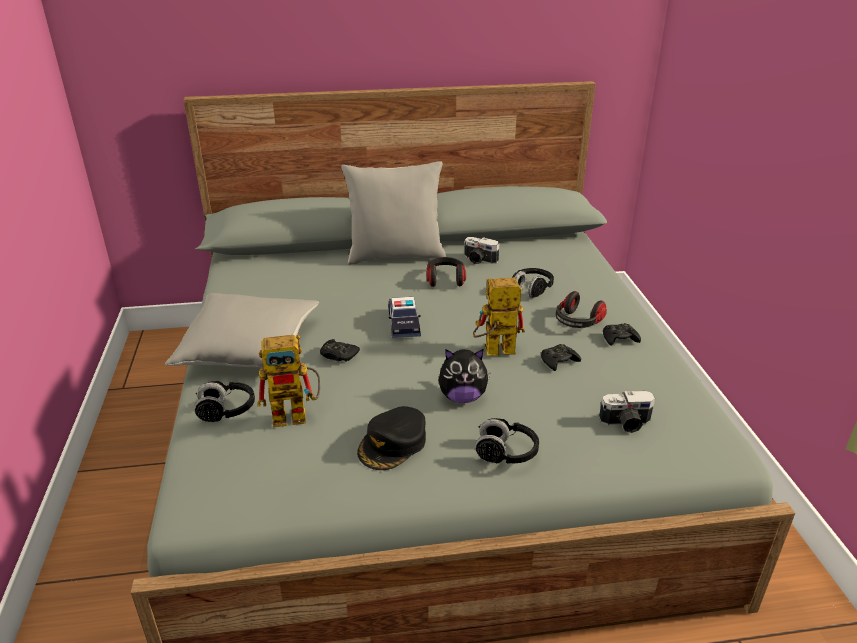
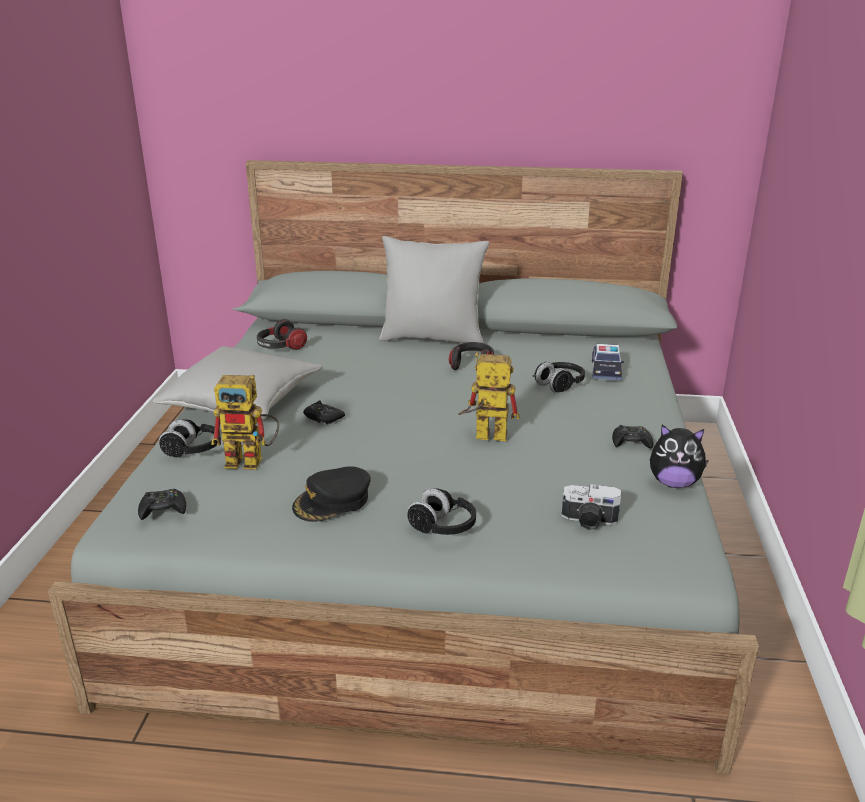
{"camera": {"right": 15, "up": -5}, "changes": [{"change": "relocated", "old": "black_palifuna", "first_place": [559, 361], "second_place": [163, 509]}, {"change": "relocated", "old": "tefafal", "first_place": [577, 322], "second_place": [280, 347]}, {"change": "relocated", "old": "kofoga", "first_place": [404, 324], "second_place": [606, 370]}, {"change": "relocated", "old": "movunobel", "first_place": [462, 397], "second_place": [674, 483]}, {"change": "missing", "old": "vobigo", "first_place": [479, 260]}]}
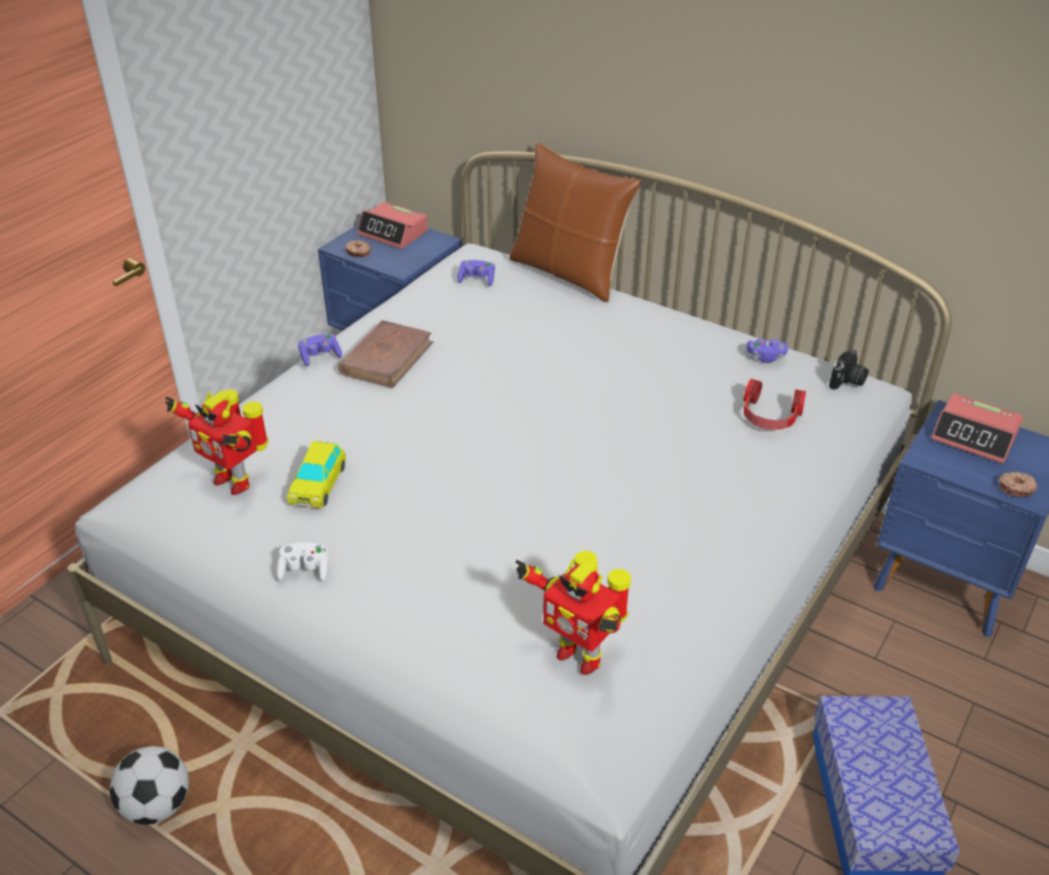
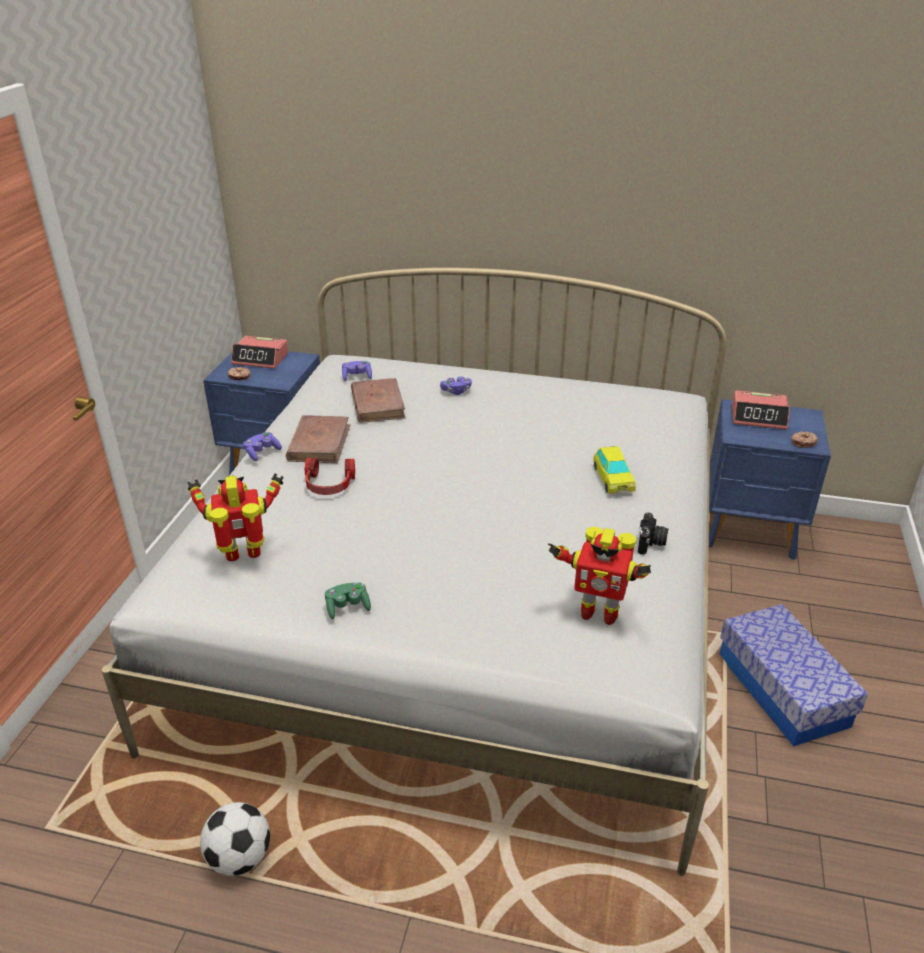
{"camera": {"right": -20, "up": -5}, "changes": [{"change": "spun", "old": "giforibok", "first_place": [233, 480], "second_place": [245, 556], "degrees": 150}, {"change": "relocated", "old": "tefafal", "first_place": [769, 417], "second_place": [329, 485]}, {"change": "colour", "old": "white_palifuna", "new": "green_palifuna", "first_place": [305, 570], "second_place": [347, 607]}, {"change": "appeared", "new": "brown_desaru", "second_place": [377, 404]}, {"change": "relocated", "old": "purple_palifuna", "first_place": [765, 357], "second_place": [456, 391]}, {"change": "relocated", "old": "kofoga", "first_place": [318, 485], "second_place": [613, 479]}, {"change": "relocated", "old": "vobigo", "first_place": [847, 381], "second_place": [651, 543]}, {"change": "missing", "old": "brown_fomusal", "first_place": [569, 273]}]}
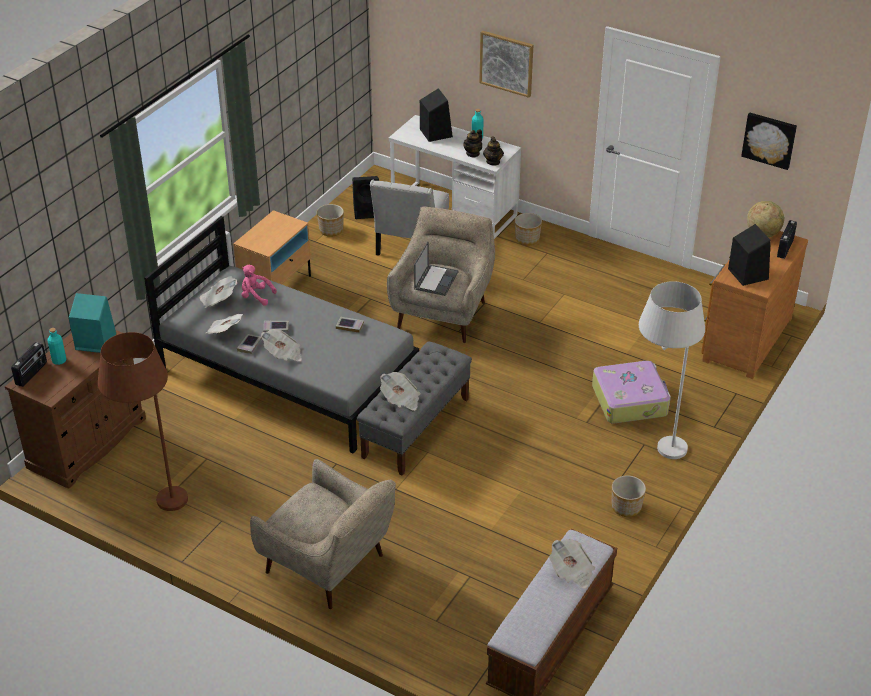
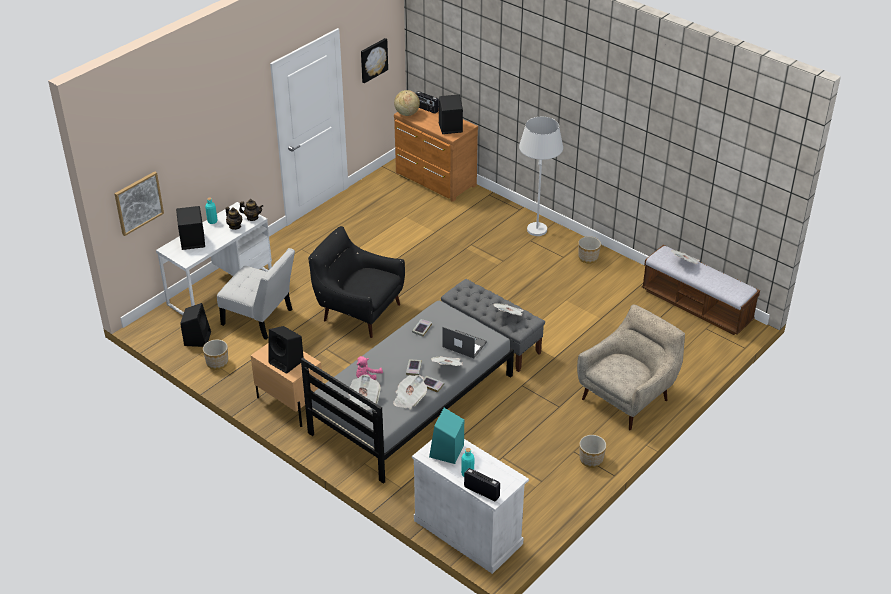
{"camera": {"right": -80, "up": 0}, "changes": [{"change": "relocated", "old": "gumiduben", "first_place": [506, 63], "second_place": [138, 203]}, {"change": "appeared", "new": "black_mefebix", "second_place": [287, 362]}, {"change": "colour", "old": "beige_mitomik", "new": "black_mitomik", "first_place": [443, 312], "second_place": [358, 311]}, {"change": "colour", "old": "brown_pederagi", "new": "white_pederagi", "first_place": [87, 443], "second_place": [468, 532]}, {"change": "relocated", "old": "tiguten", "first_place": [436, 280], "second_place": [464, 344]}, {"change": "relocated", "old": "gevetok", "first_place": [527, 239], "second_place": [591, 460]}, {"change": "missing", "old": "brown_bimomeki", "first_place": [154, 503]}, {"change": "missing", "old": "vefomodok", "first_place": [630, 400]}]}
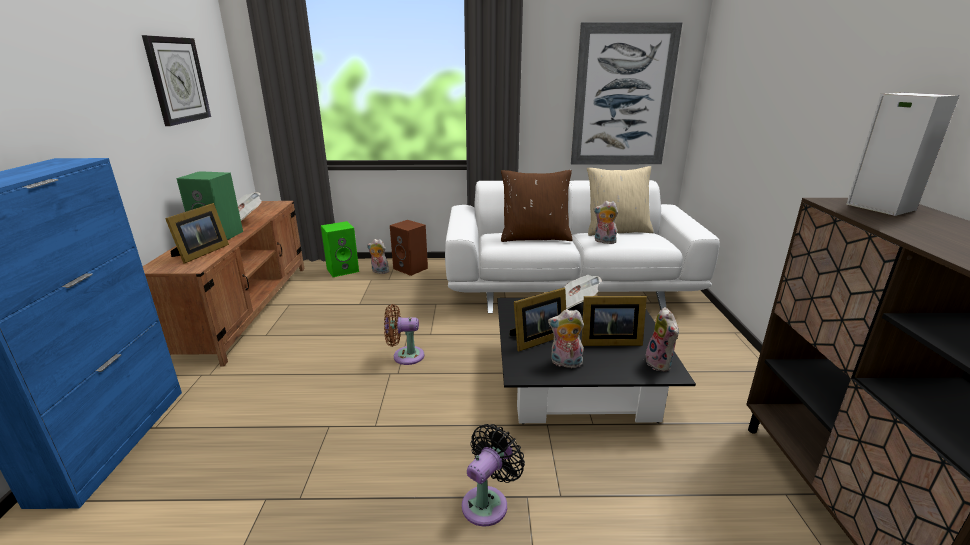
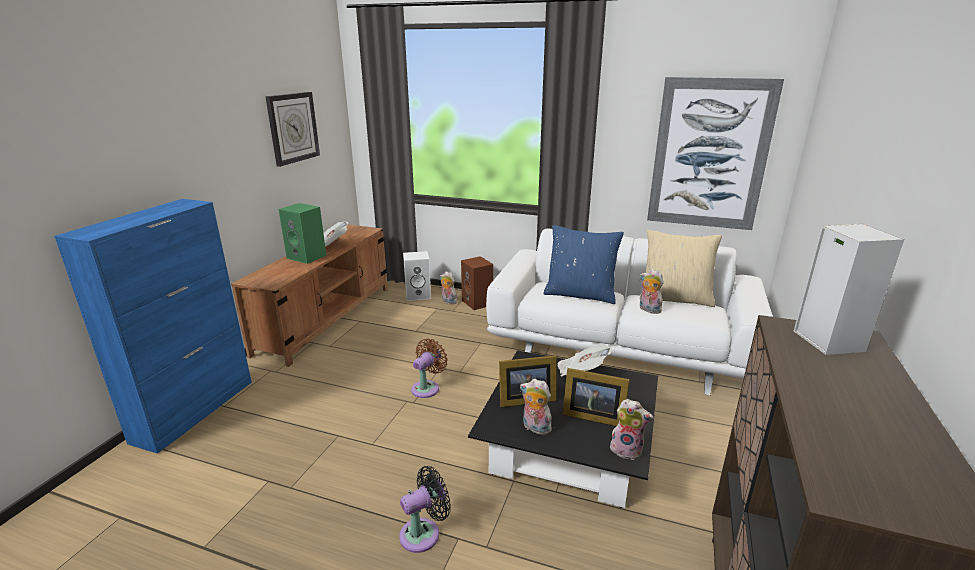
{"camera": {"right": 20, "up": 0}, "changes": [{"change": "colour", "old": "green_mefebix", "new": "white_mefebix", "first_place": [343, 270], "second_place": [419, 295]}, {"change": "spun", "old": "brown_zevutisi", "first_place": [405, 356], "second_place": [427, 388], "degrees": 105}, {"change": "colour", "old": "brown_fomusal", "new": "blue_fomusal", "first_place": [535, 237], "second_place": [580, 294]}, {"change": "spun", "old": "movunobel", "first_place": [660, 363], "second_place": [627, 450], "degrees": -75}, {"change": "missing", "old": "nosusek", "first_place": [200, 253]}]}
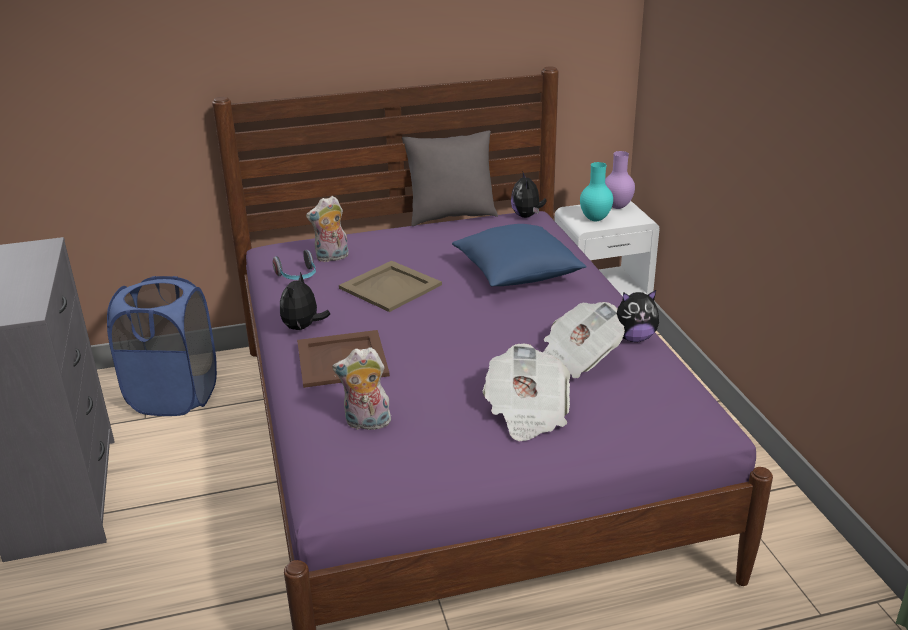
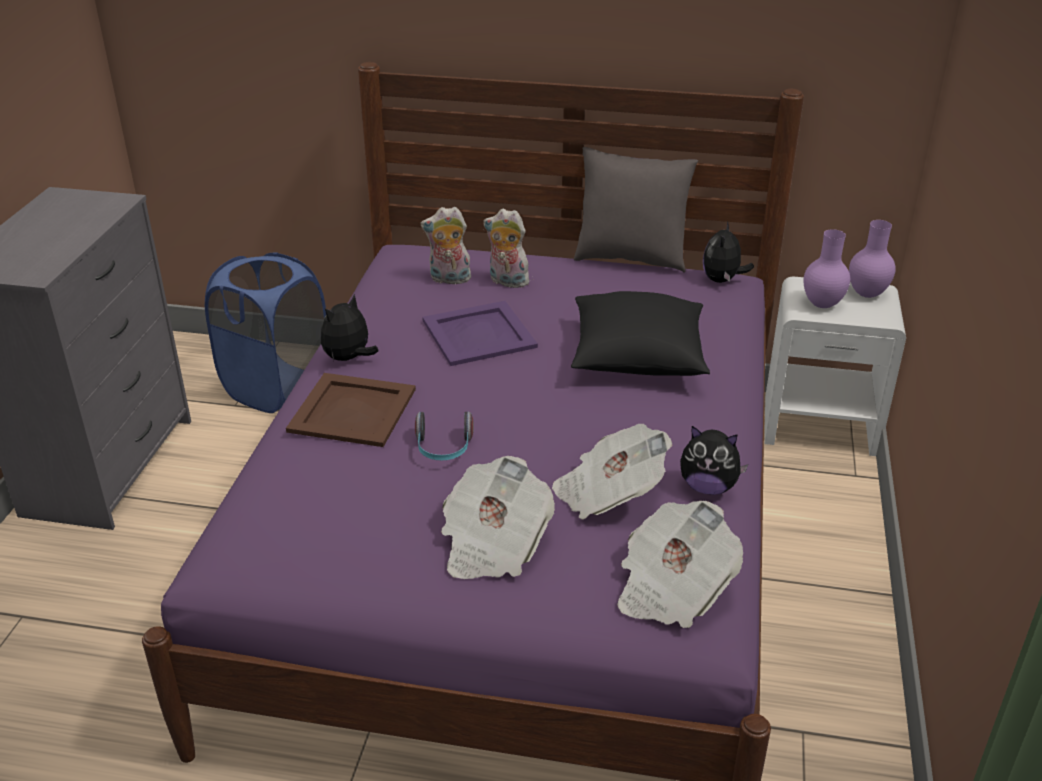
{"camera": {"right": 25, "up": 5}, "changes": [{"change": "relocated", "old": "tefafal", "first_place": [298, 276], "second_place": [443, 449]}, {"change": "colour", "old": "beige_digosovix", "new": "purple_digosovix", "first_place": [390, 287], "second_place": [478, 334]}, {"change": "relocated", "old": "movunobel", "first_place": [366, 424], "second_place": [506, 282]}, {"change": "colour", "old": "blue_fomusal", "new": "black_fomusal", "first_place": [517, 275], "second_place": [637, 359]}, {"change": "appeared", "new": "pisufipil", "second_place": [672, 588]}, {"change": "colour", "old": "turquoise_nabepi", "new": "purple_nabepi", "first_place": [595, 219], "second_place": [821, 305]}]}
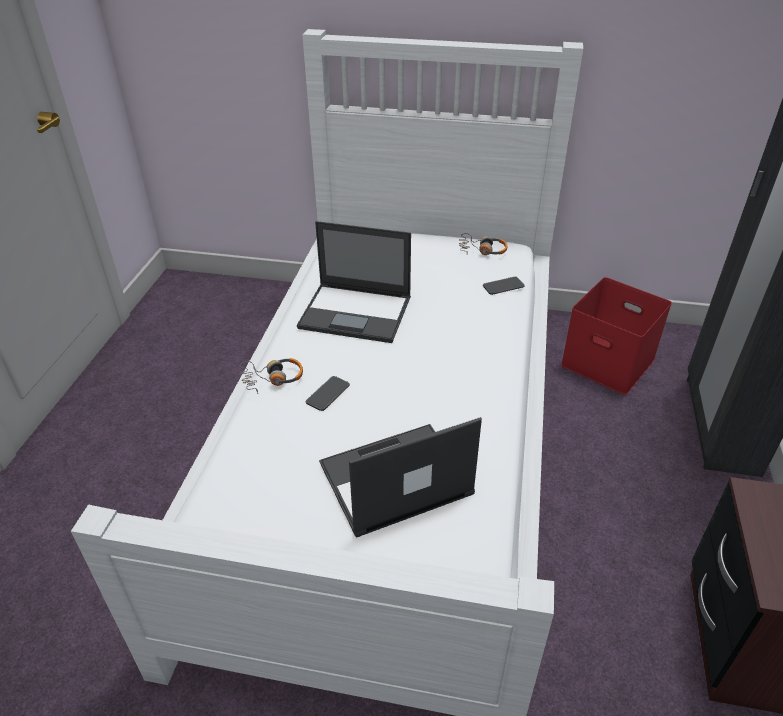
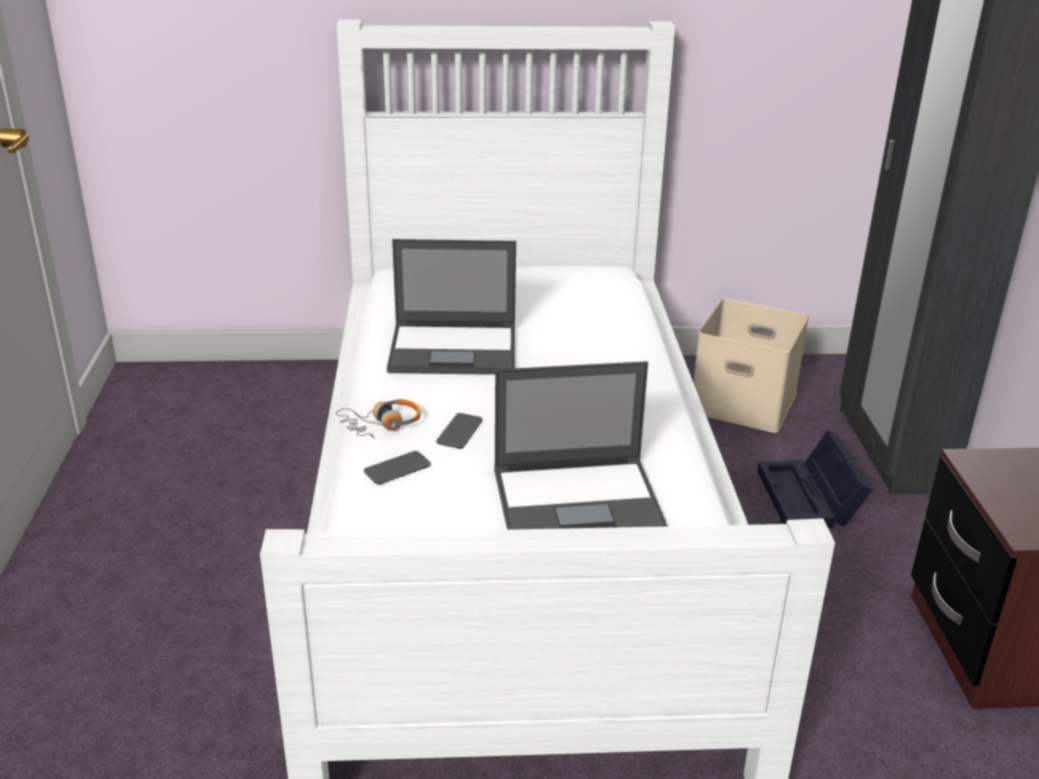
{"camera": {"right": -15, "up": -10}, "changes": [{"change": "relocated", "old": "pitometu", "first_place": [503, 286], "second_place": [397, 469]}, {"change": "spun", "old": "tiguten", "first_place": [393, 479], "second_place": [579, 501], "degrees": -150}, {"change": "colour", "old": "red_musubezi", "new": "beige_musubezi", "first_place": [610, 362], "second_place": [746, 402]}, {"change": "appeared", "new": "black_musubezi", "second_place": [810, 499]}, {"change": "missing", "old": "tefafal", "first_place": [482, 250]}]}
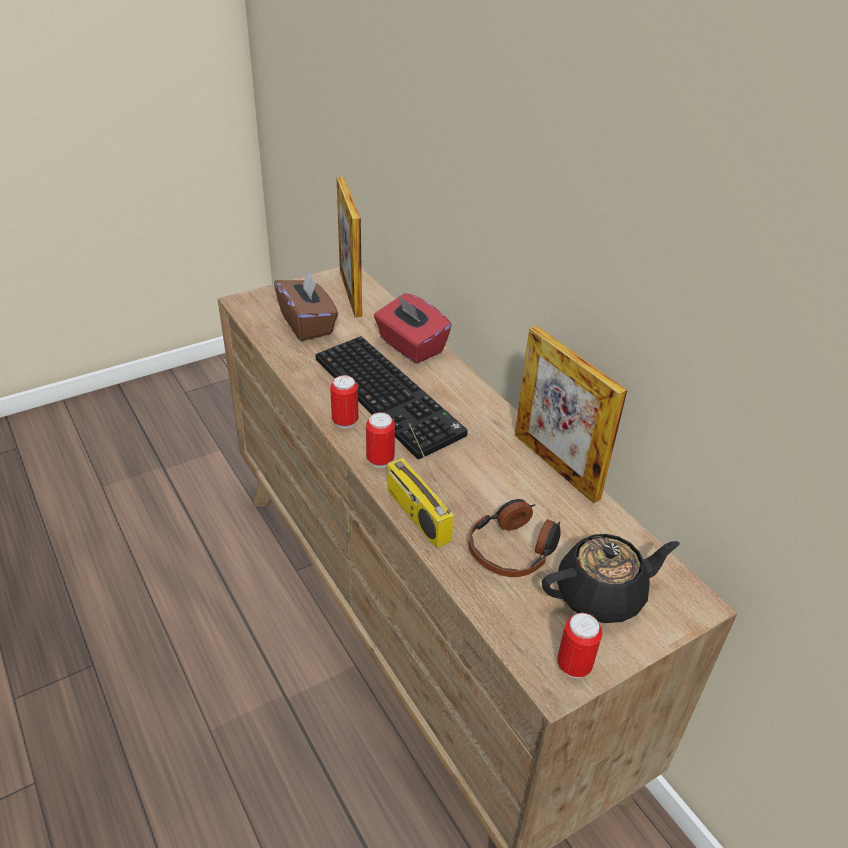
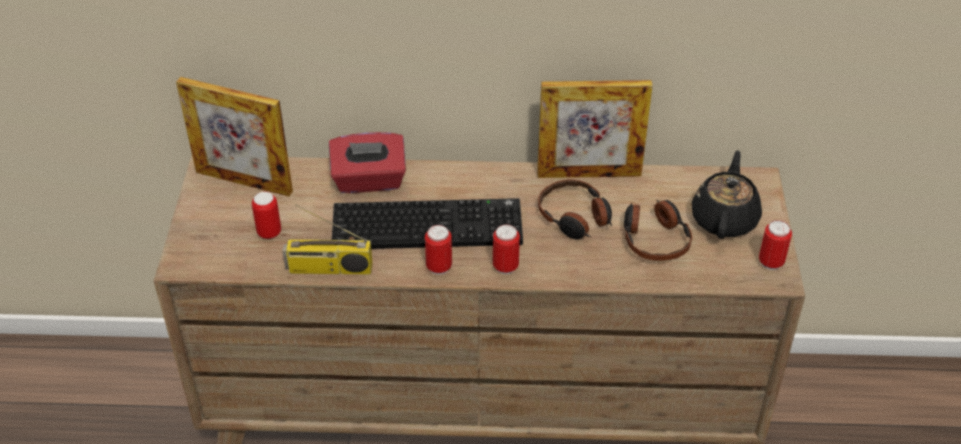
{"camera": {"right": -55, "up": 5}, "changes": [{"change": "exchanged", "old": "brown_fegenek", "new": "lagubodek", "first_place": [307, 324], "second_place": [269, 232]}, {"change": "relocated", "old": "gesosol", "first_place": [415, 514], "second_place": [328, 269]}, {"change": "appeared", "new": "tefafal", "second_place": [575, 217]}]}
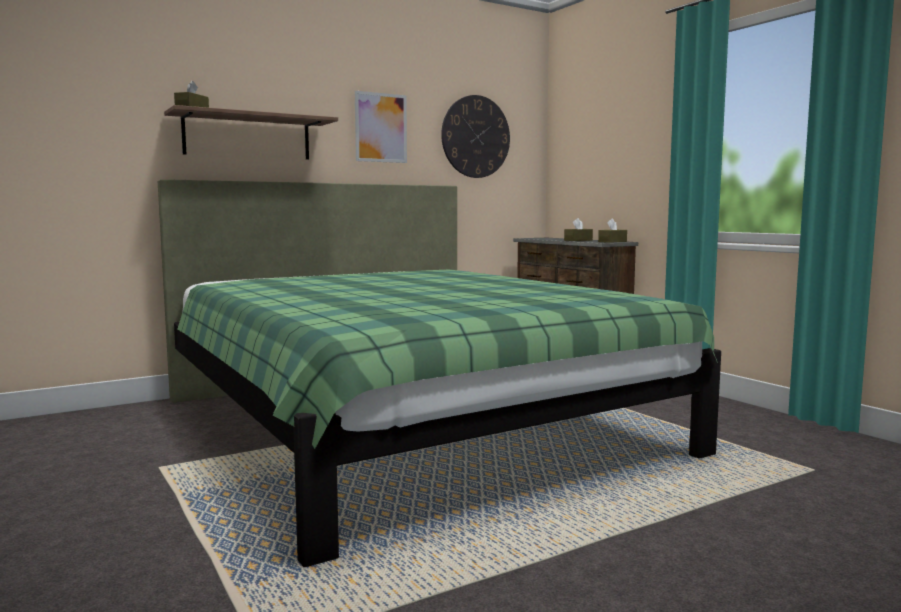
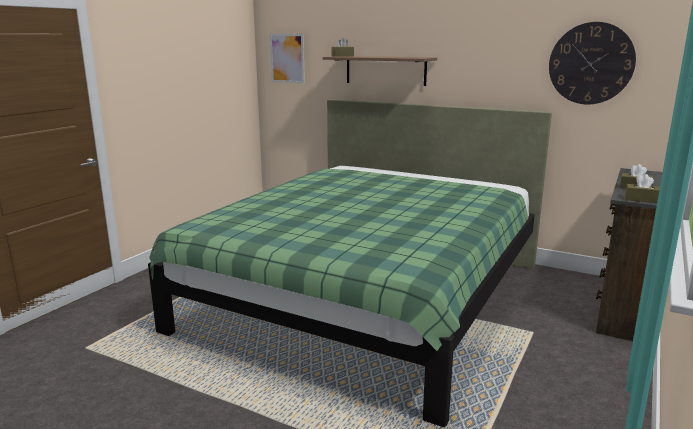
{"camera": {"right": 60, "up": 10}, "changes": [{"change": "relocated", "old": "gumiduben", "first_place": [381, 127], "second_place": [287, 58]}]}
